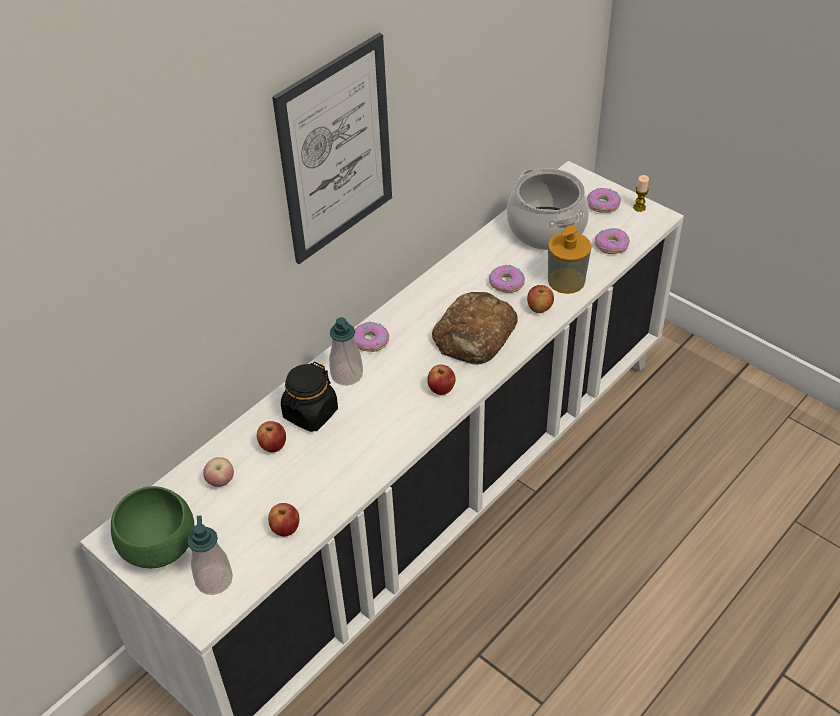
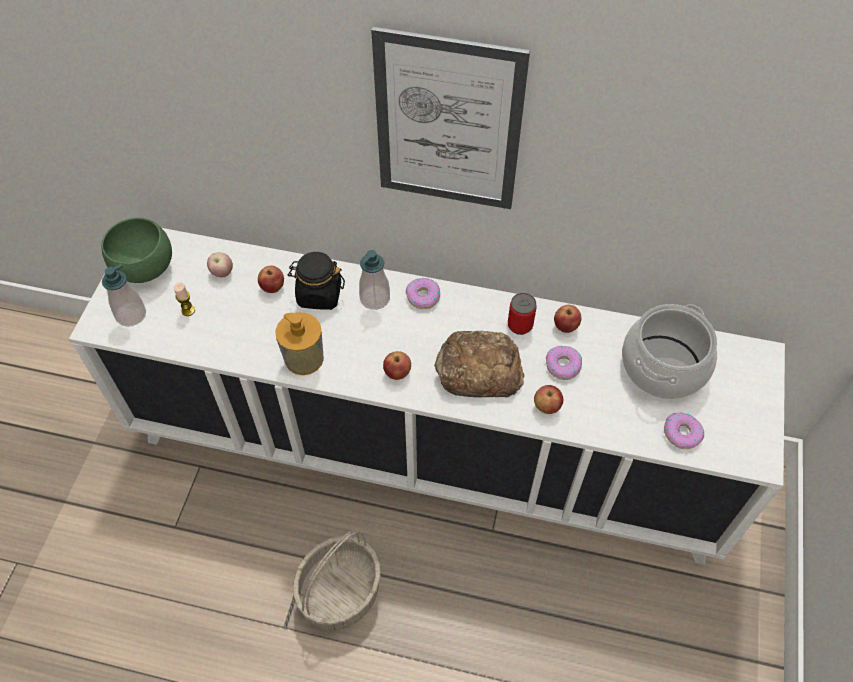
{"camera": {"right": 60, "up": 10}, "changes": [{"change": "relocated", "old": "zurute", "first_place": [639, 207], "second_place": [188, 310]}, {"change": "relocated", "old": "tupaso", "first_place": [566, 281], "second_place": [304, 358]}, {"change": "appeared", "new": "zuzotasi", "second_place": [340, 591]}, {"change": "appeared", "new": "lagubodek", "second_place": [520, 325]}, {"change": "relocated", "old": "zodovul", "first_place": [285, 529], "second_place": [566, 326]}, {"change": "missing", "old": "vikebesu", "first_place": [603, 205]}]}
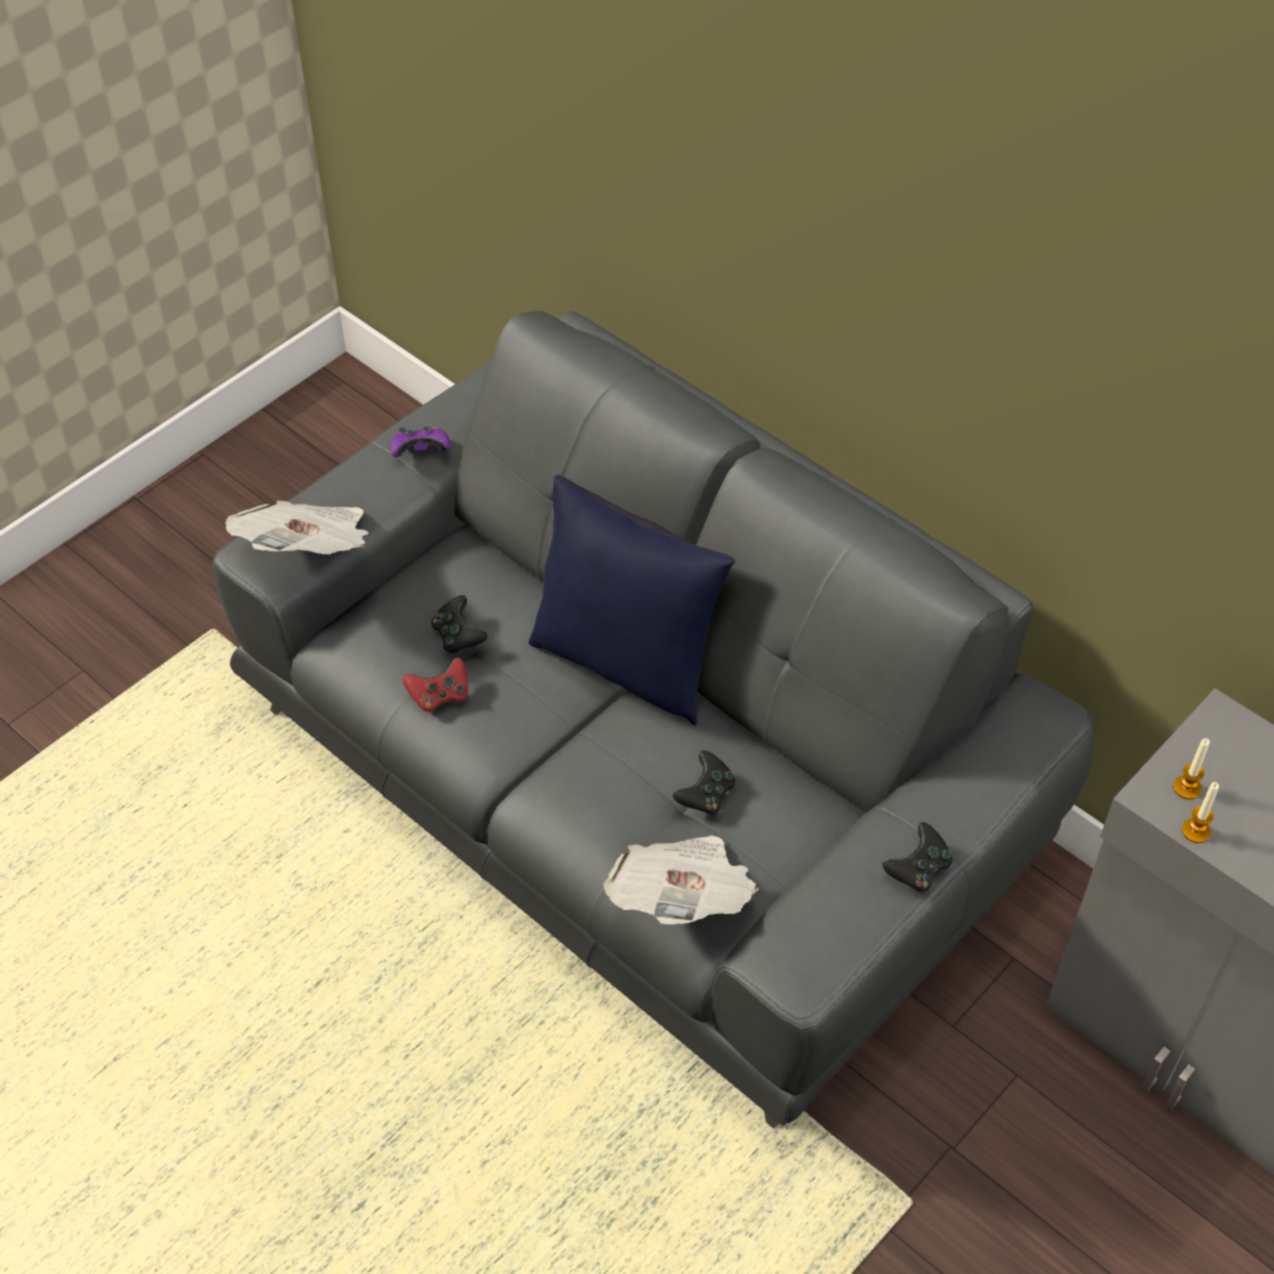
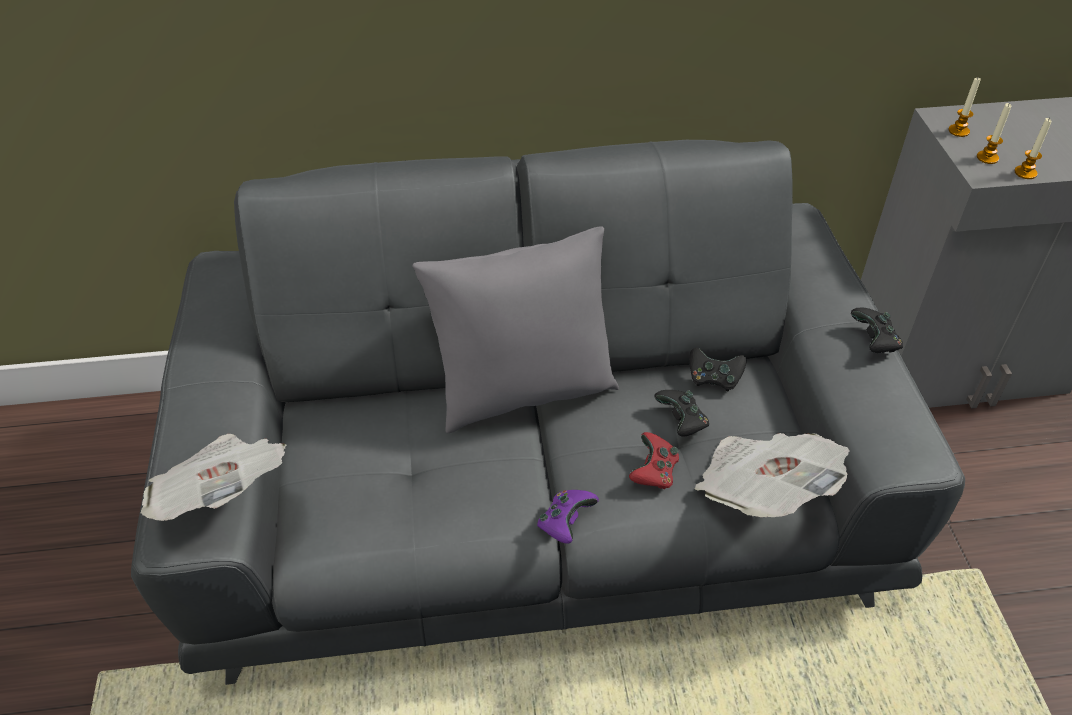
{"camera": {"right": -50, "up": -5}, "changes": [{"change": "colour", "old": "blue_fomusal", "new": "grey_fomusal", "first_place": [626, 662], "second_place": [523, 391]}, {"change": "relocated", "old": "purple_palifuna", "first_place": [421, 452], "second_place": [565, 523]}, {"change": "relocated", "old": "red_palifuna", "first_place": [439, 696], "second_place": [654, 473]}, {"change": "relocated", "old": "black_palifuna", "first_place": [458, 636], "second_place": [713, 379]}, {"change": "appeared", "new": "zurute", "second_place": [958, 131]}]}
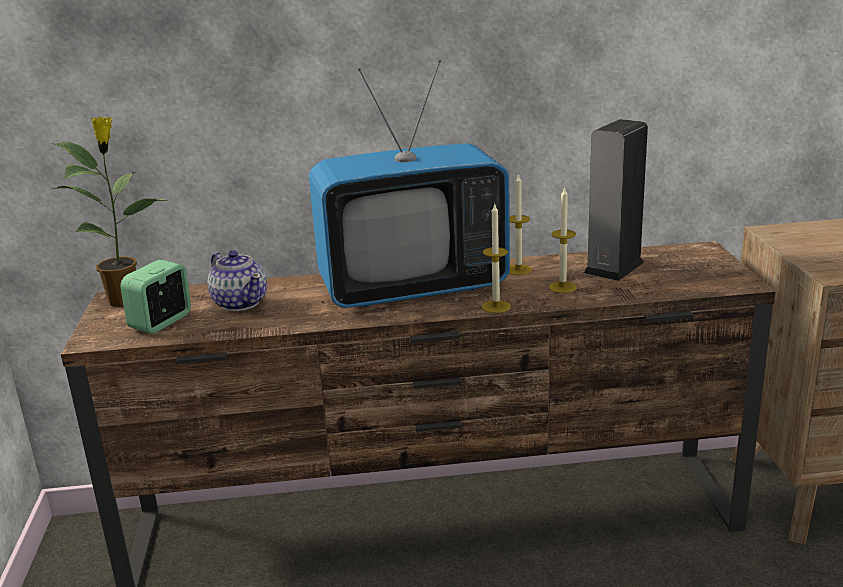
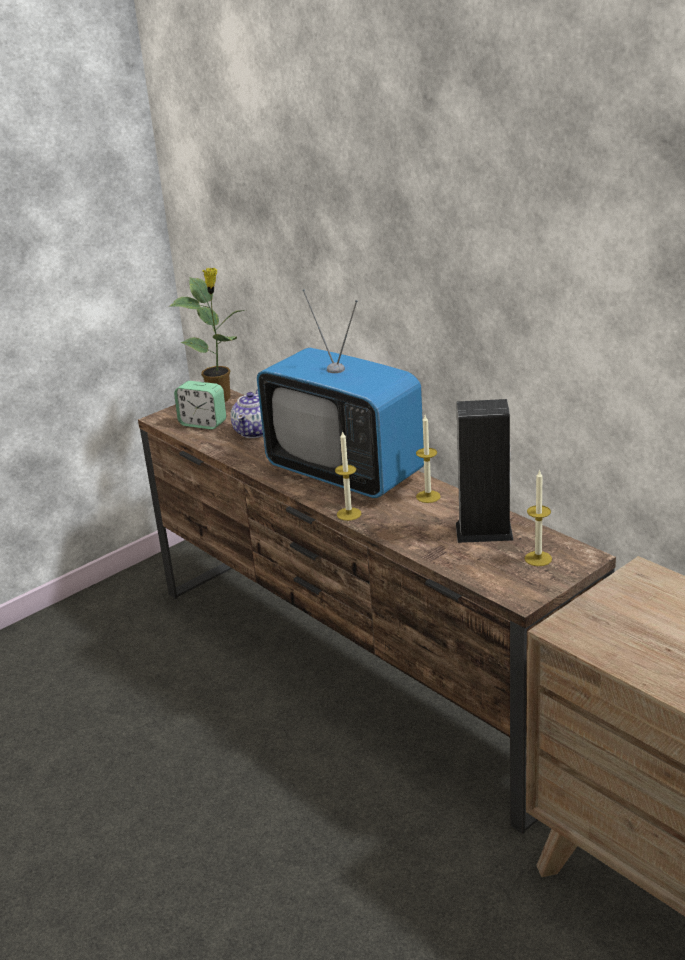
{"camera": {"right": 55, "up": 5}, "changes": [{"change": "spun", "old": "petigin", "first_place": [161, 322], "second_place": [203, 423], "degrees": -150}, {"change": "relocated", "old": "zurute", "first_place": [562, 287], "second_place": [538, 558]}]}
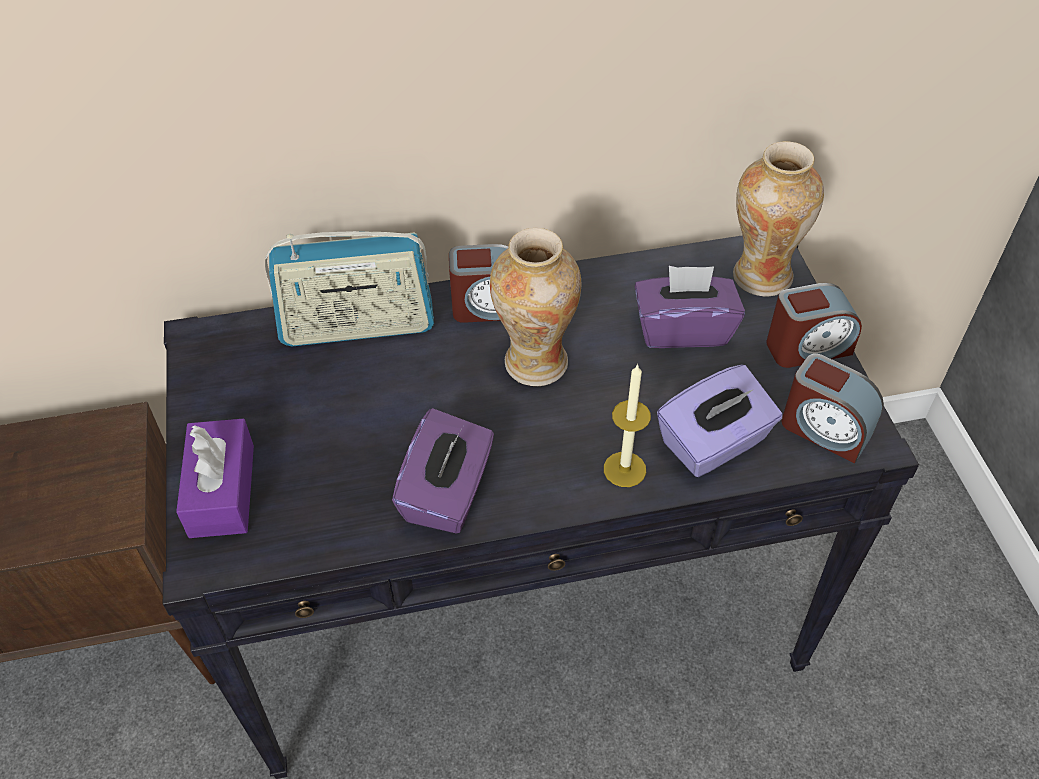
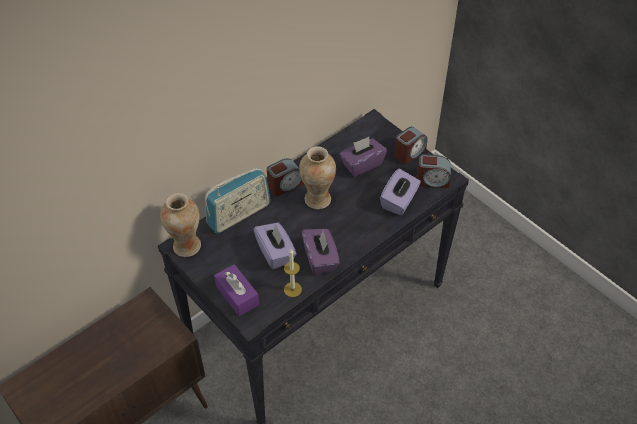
{"camera": {"right": -30, "up": 0}, "changes": [{"change": "relocated", "old": "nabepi", "first_place": [761, 276], "second_place": [186, 246]}, {"change": "appeared", "new": "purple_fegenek", "second_place": [275, 253]}, {"change": "relocated", "old": "zurute", "first_place": [624, 469], "second_place": [292, 289]}]}
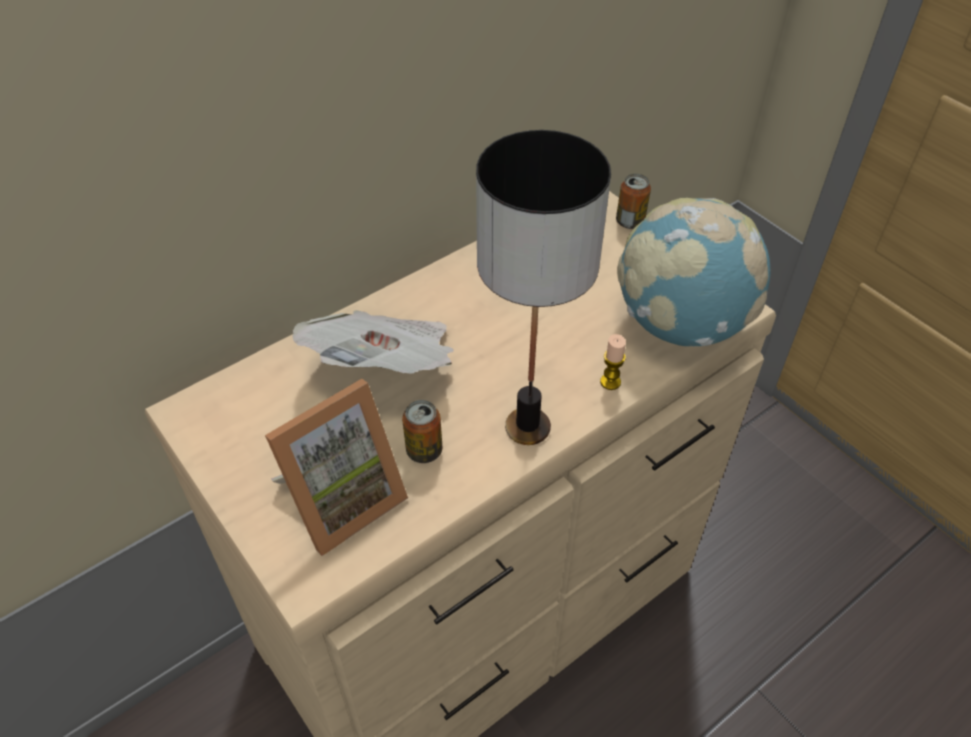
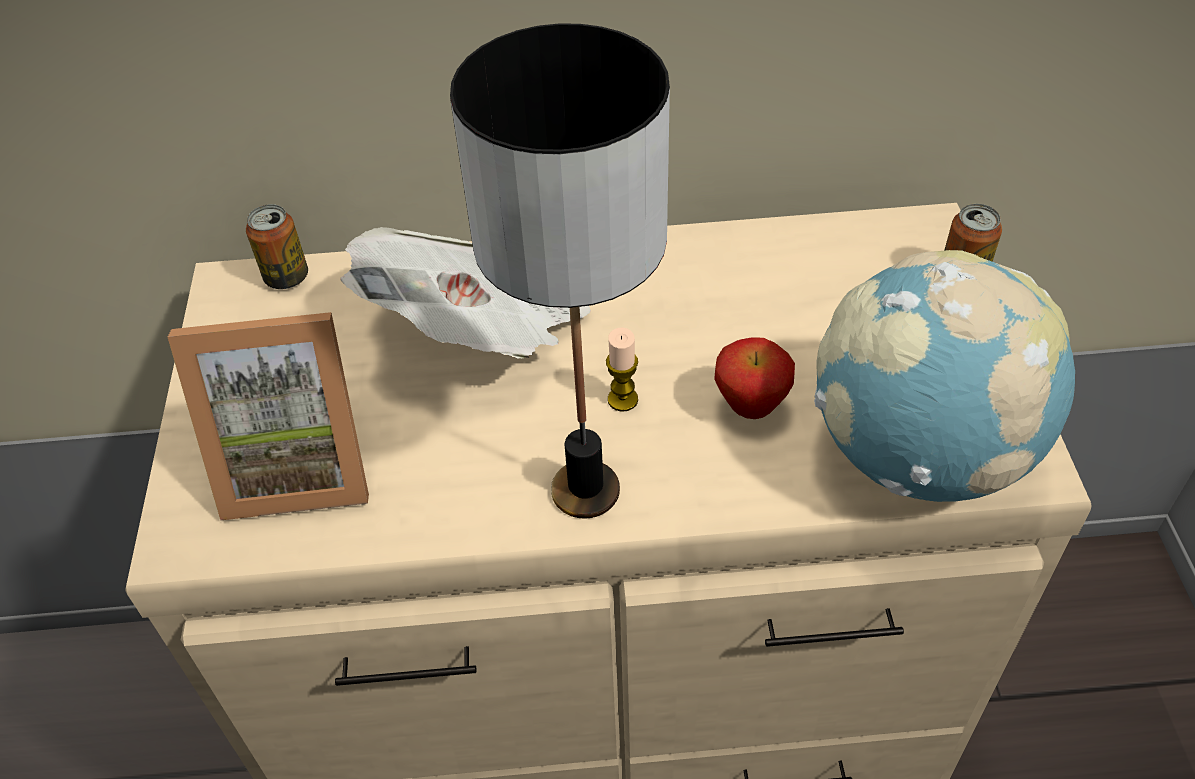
{"camera": {"right": 35, "up": 0}, "changes": [{"change": "relocated", "old": "lagubodek", "first_place": [424, 451], "second_place": [286, 277]}, {"change": "relocated", "old": "zurute", "first_place": [610, 382], "second_place": [622, 399]}, {"change": "appeared", "new": "zodovul", "second_place": [750, 408]}]}
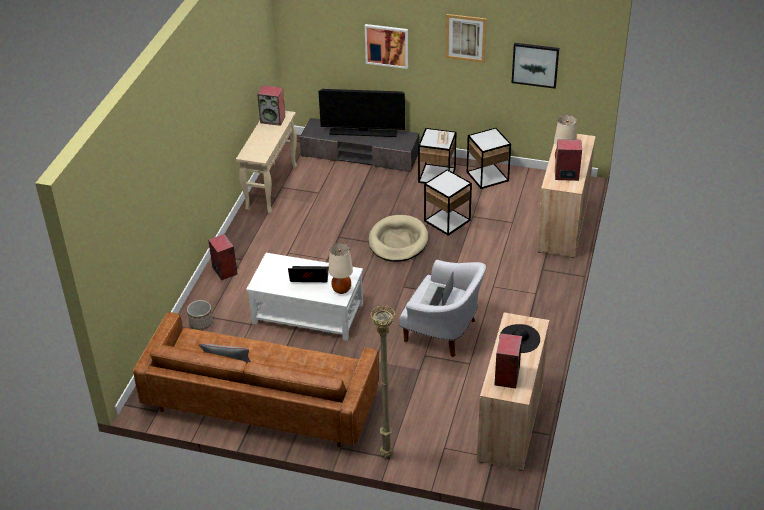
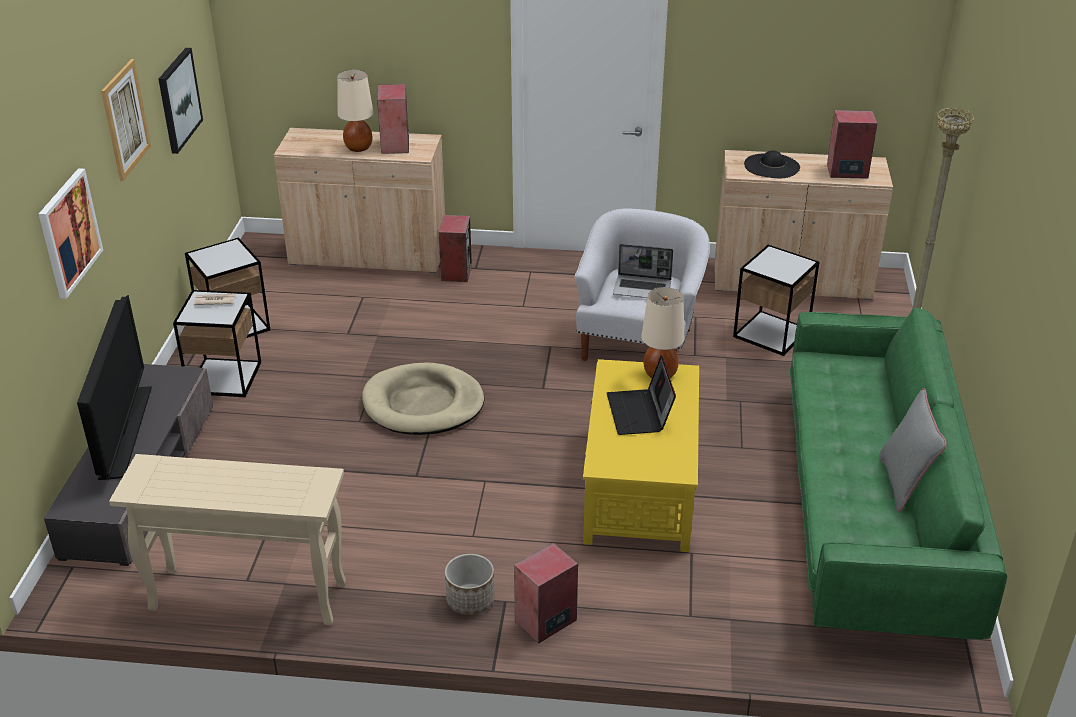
{"camera": {"right": -100, "up": -5}, "changes": [{"change": "relocated", "old": "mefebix", "first_place": [273, 119], "second_place": [456, 272]}, {"change": "relocated", "old": "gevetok", "first_place": [201, 323], "second_place": [470, 600]}, {"change": "colour", "old": "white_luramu", "new": "yellow_luramu", "first_place": [307, 313], "second_place": [639, 486]}, {"change": "relocated", "old": "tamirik", "first_place": [447, 220], "second_place": [771, 333]}, {"change": "colour", "old": "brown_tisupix", "new": "green_tisupix", "first_place": [261, 401], "second_place": [871, 507]}]}
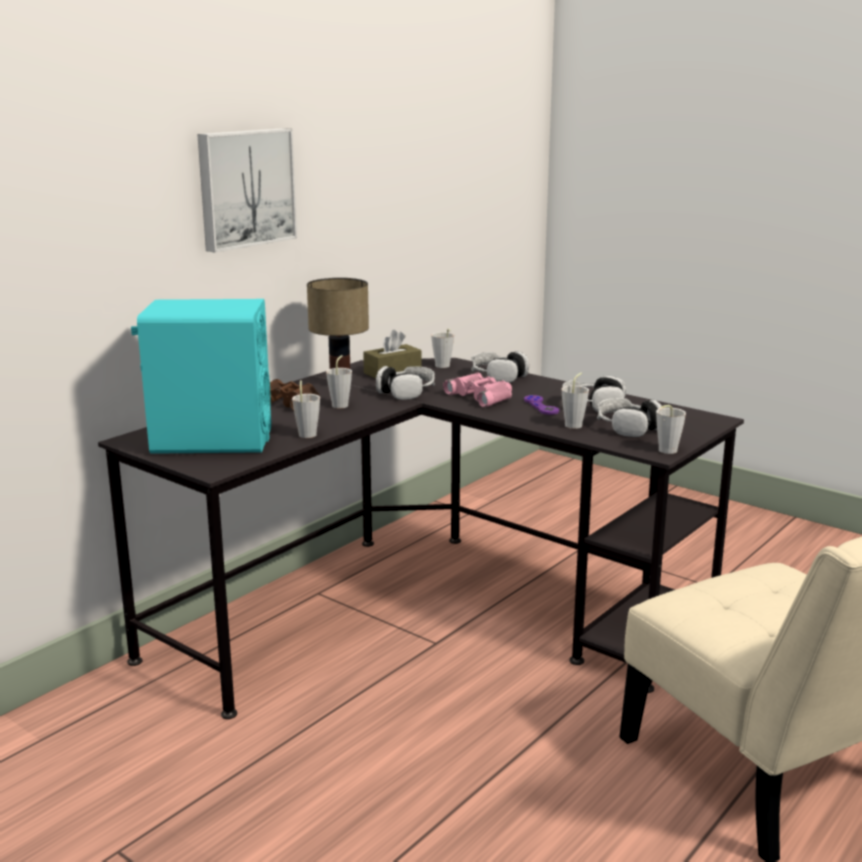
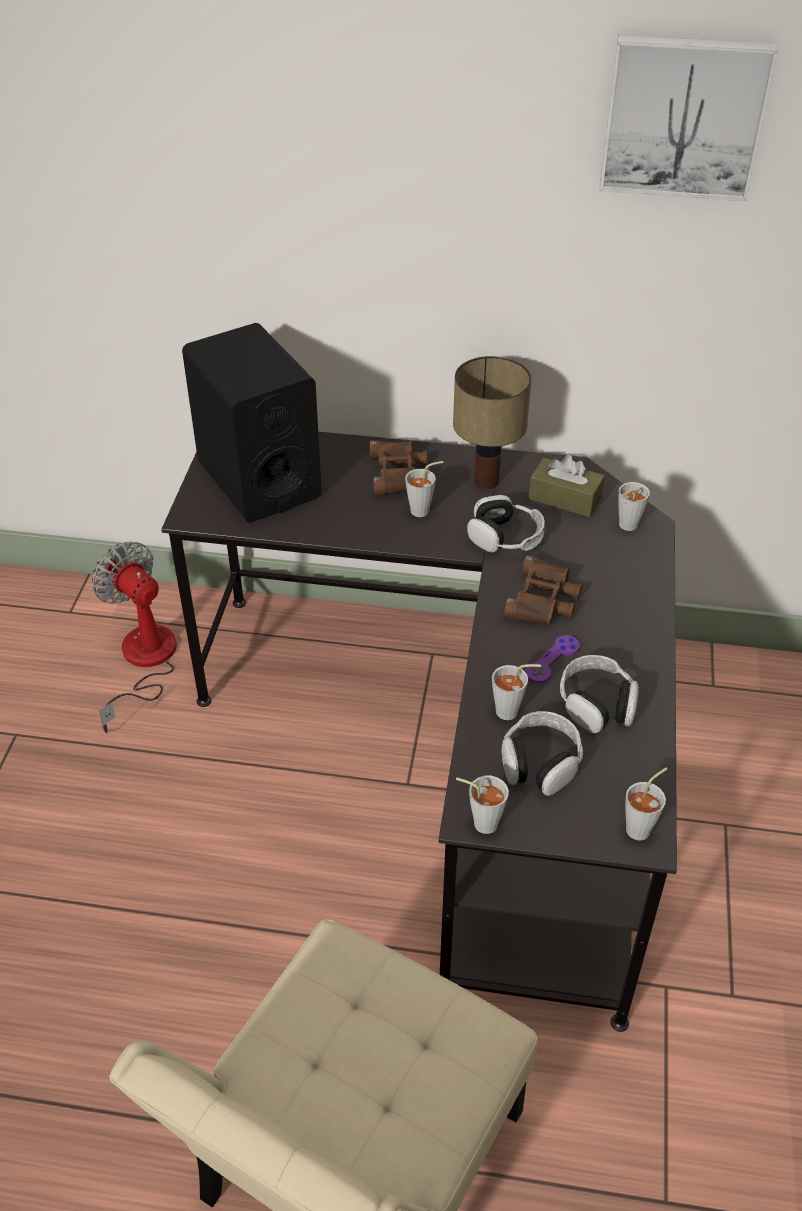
{"camera": {"right": 60, "up": 25}, "changes": [{"change": "appeared", "new": "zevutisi", "second_place": [143, 663]}, {"change": "colour", "old": "turquoise_mefebix", "new": "black_mefebix", "first_place": [211, 440], "second_place": [258, 479]}, {"change": "colour", "old": "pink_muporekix", "new": "brown_muporekix", "first_place": [481, 396], "second_place": [544, 599]}, {"change": "relocated", "old": "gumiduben", "first_place": [245, 188], "second_place": [684, 116]}, {"change": "relocated", "old": "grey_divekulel", "first_place": [307, 433], "second_place": [642, 827]}, {"change": "missing", "old": "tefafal", "first_place": [498, 376]}]}
